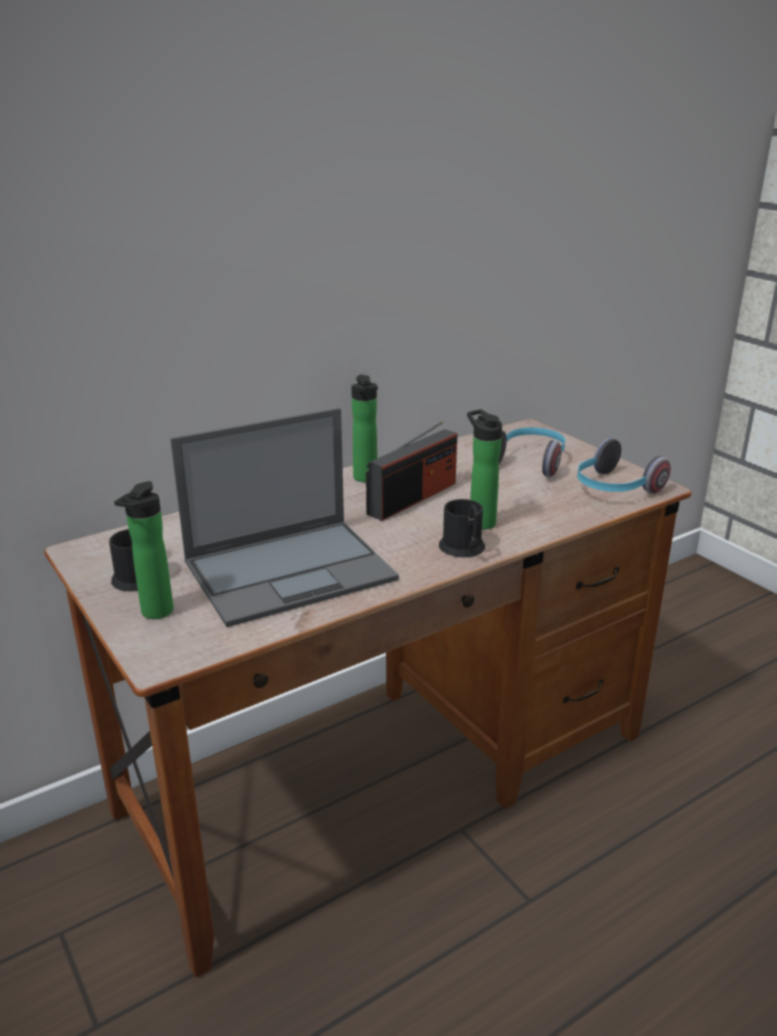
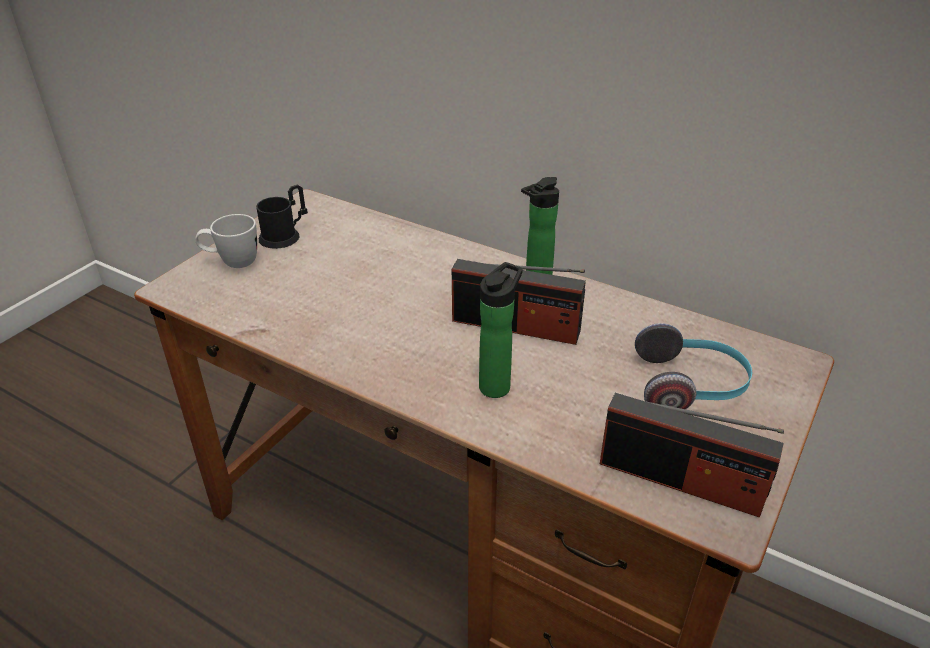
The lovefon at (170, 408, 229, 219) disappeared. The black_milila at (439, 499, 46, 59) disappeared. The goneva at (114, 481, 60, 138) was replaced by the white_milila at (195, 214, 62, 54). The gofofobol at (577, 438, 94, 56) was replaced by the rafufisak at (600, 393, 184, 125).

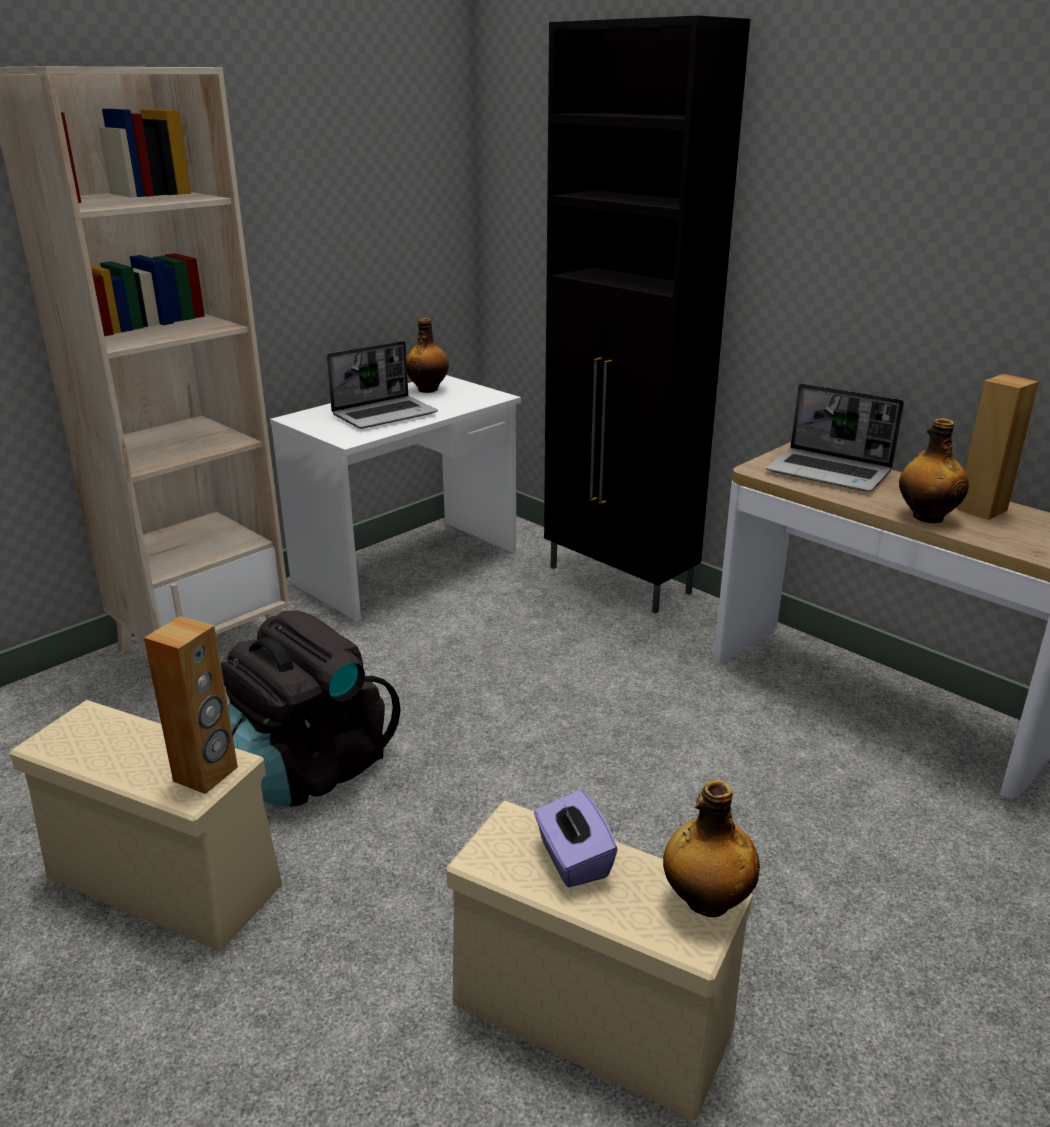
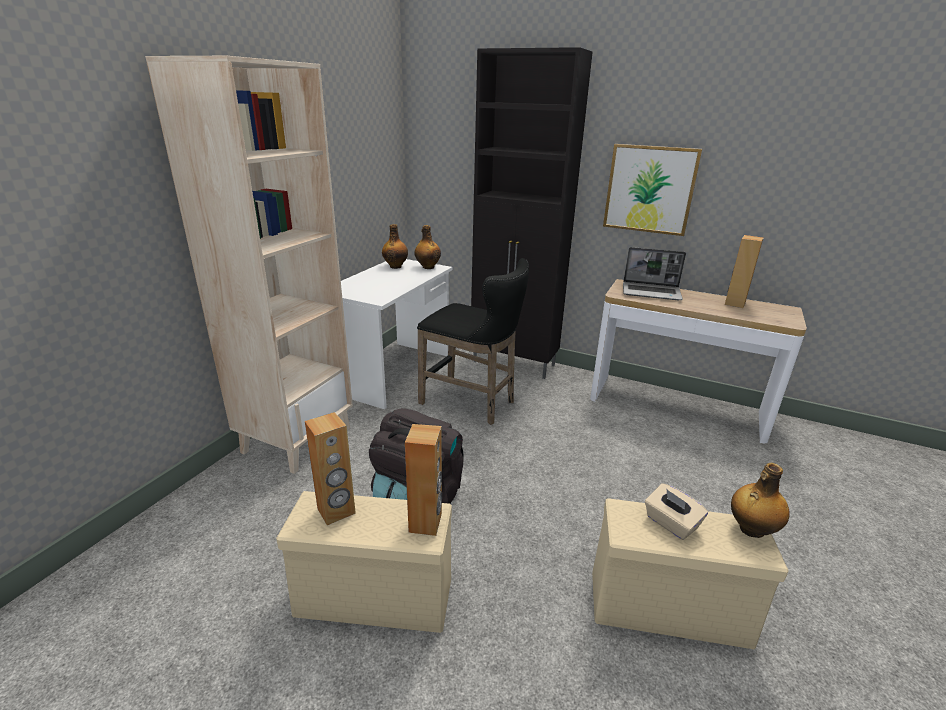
The lovefon at (327, 341, 111, 88) disappeared. The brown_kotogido at (305, 412, 51, 113) appeared. The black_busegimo at (417, 258, 112, 167) appeared. The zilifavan at (603, 144, 99, 92) appeared. The goneva moved from (899, 418, 70, 105) to (414, 225, 27, 44). The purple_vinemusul at (534, 790, 84, 97) became the beige_vinemusul at (645, 483, 63, 57).

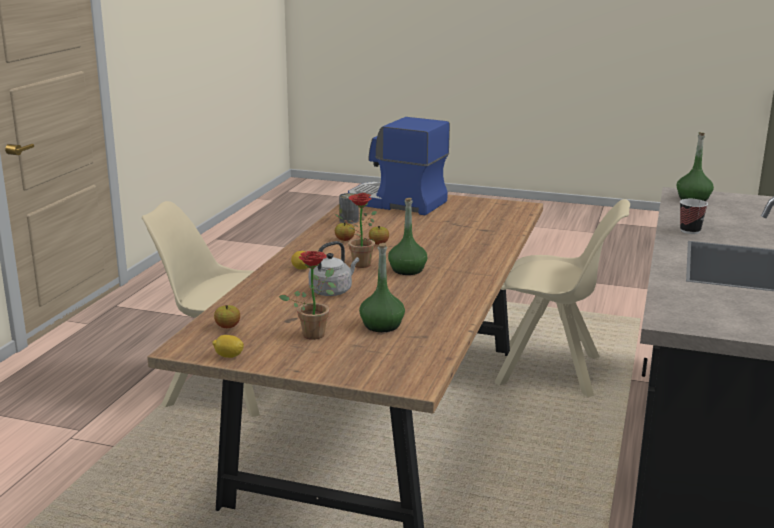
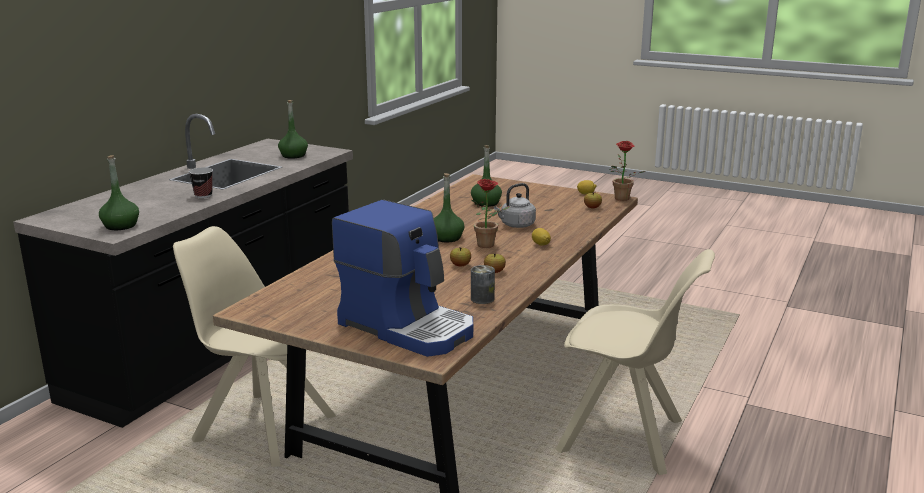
The green_goneva at (278, 100, 30, 59) appeared. The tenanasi moved from (279, 251, 58, 89) to (609, 141, 36, 60).

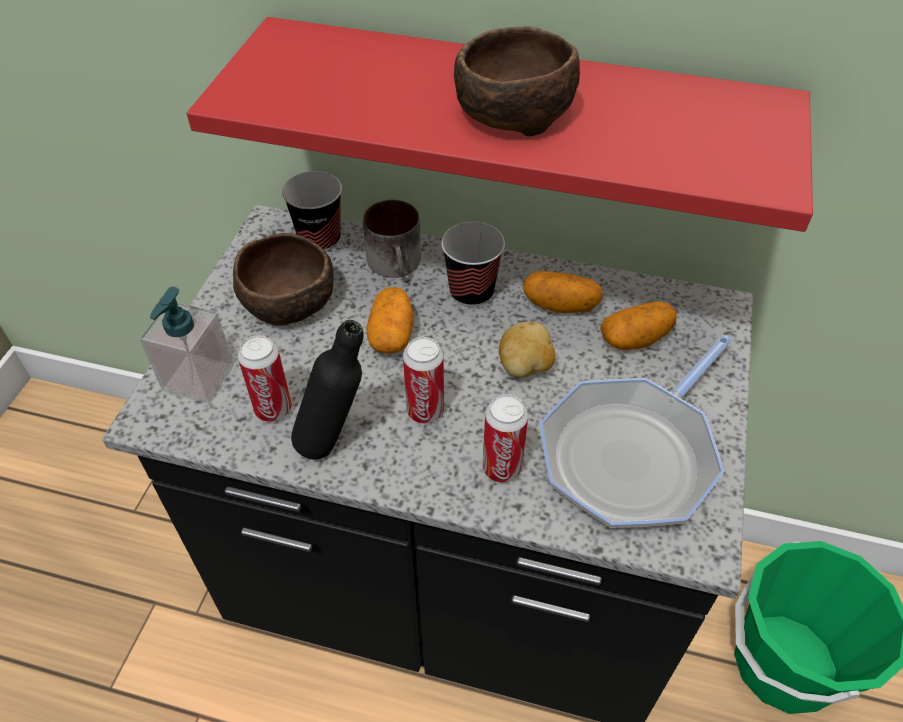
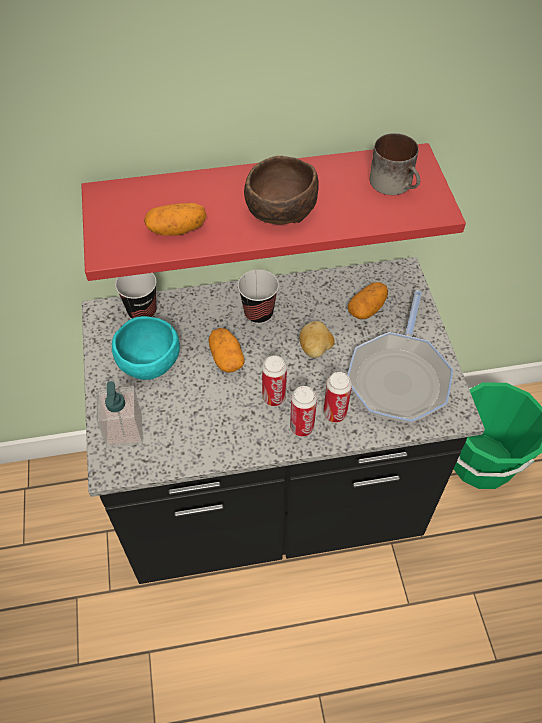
The black_goneva at (291, 320, 73, 139) disappeared. The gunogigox moved from (238, 335, 54, 87) to (290, 386, 27, 51). The milila moved from (363, 200, 58, 78) to (370, 133, 50, 62). The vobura moved from (524, 271, 79, 42) to (144, 203, 63, 33). The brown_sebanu at (233, 233, 101, 93) became the turquoise_sebanu at (112, 316, 68, 64).

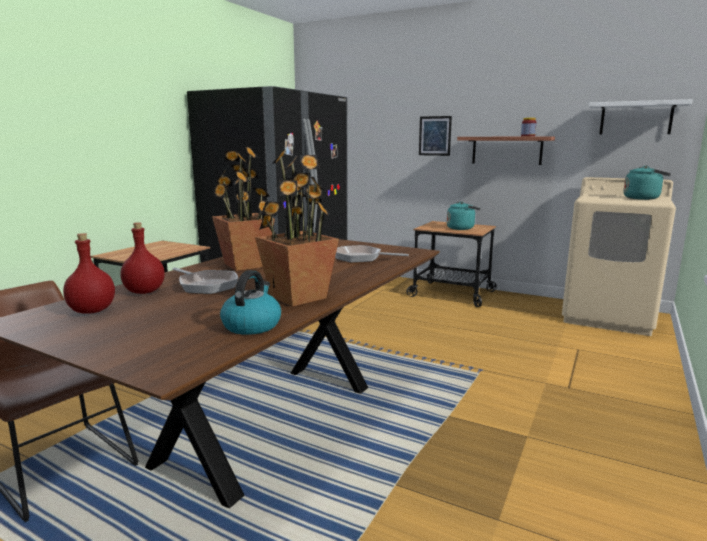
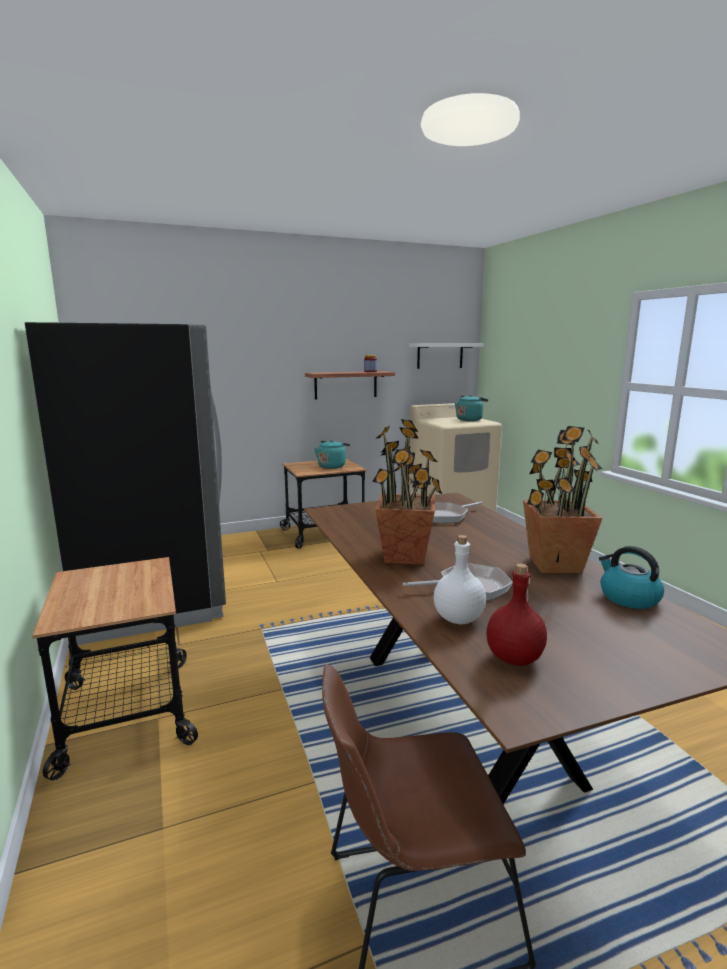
The zilifavan at (419, 116, 33, 40) disappeared. The red_goneva at (120, 222, 45, 72) became the white_goneva at (434, 535, 52, 90).

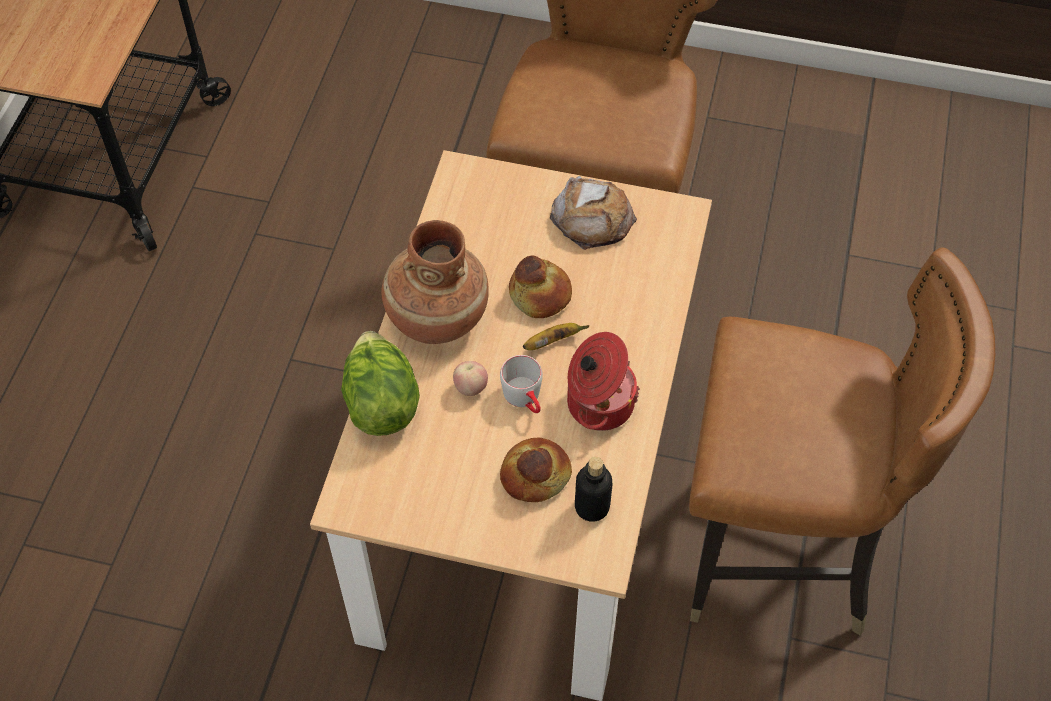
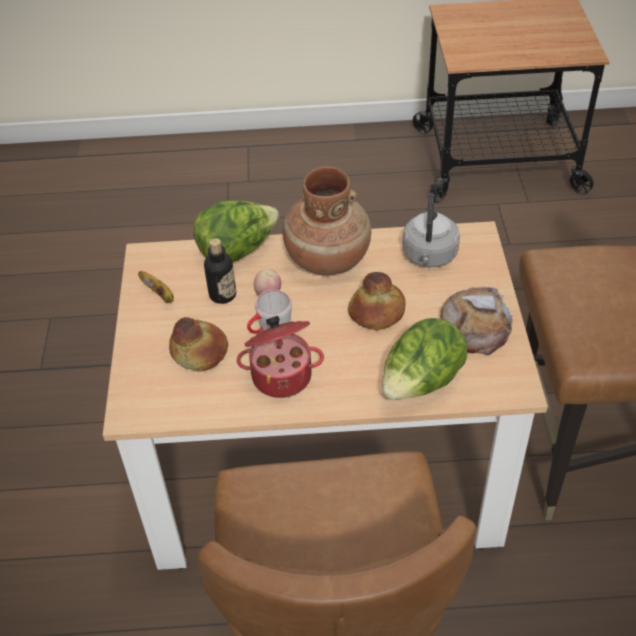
The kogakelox at (382, 318, 85, 82) appeared. The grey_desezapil at (402, 193, 58, 74) appeared. The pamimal moved from (523, 323, 66, 27) to (138, 271, 36, 32). The goneva moved from (575, 457, 37, 65) to (204, 238, 32, 66).

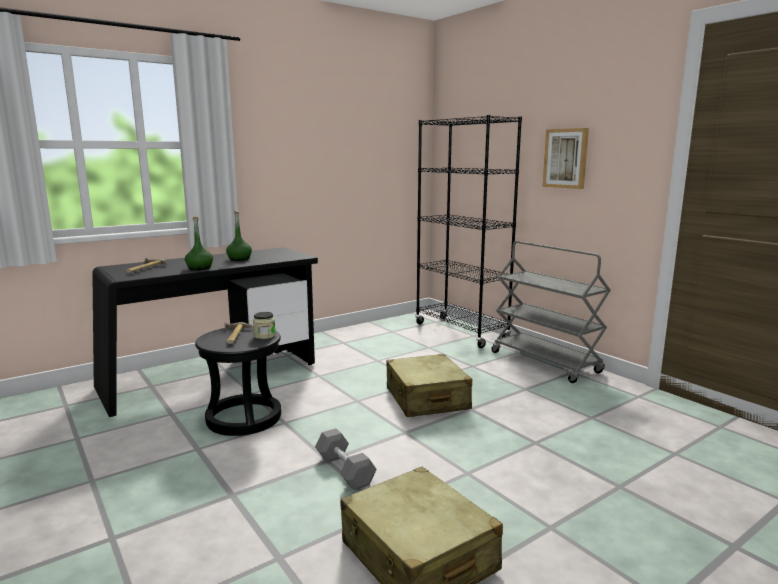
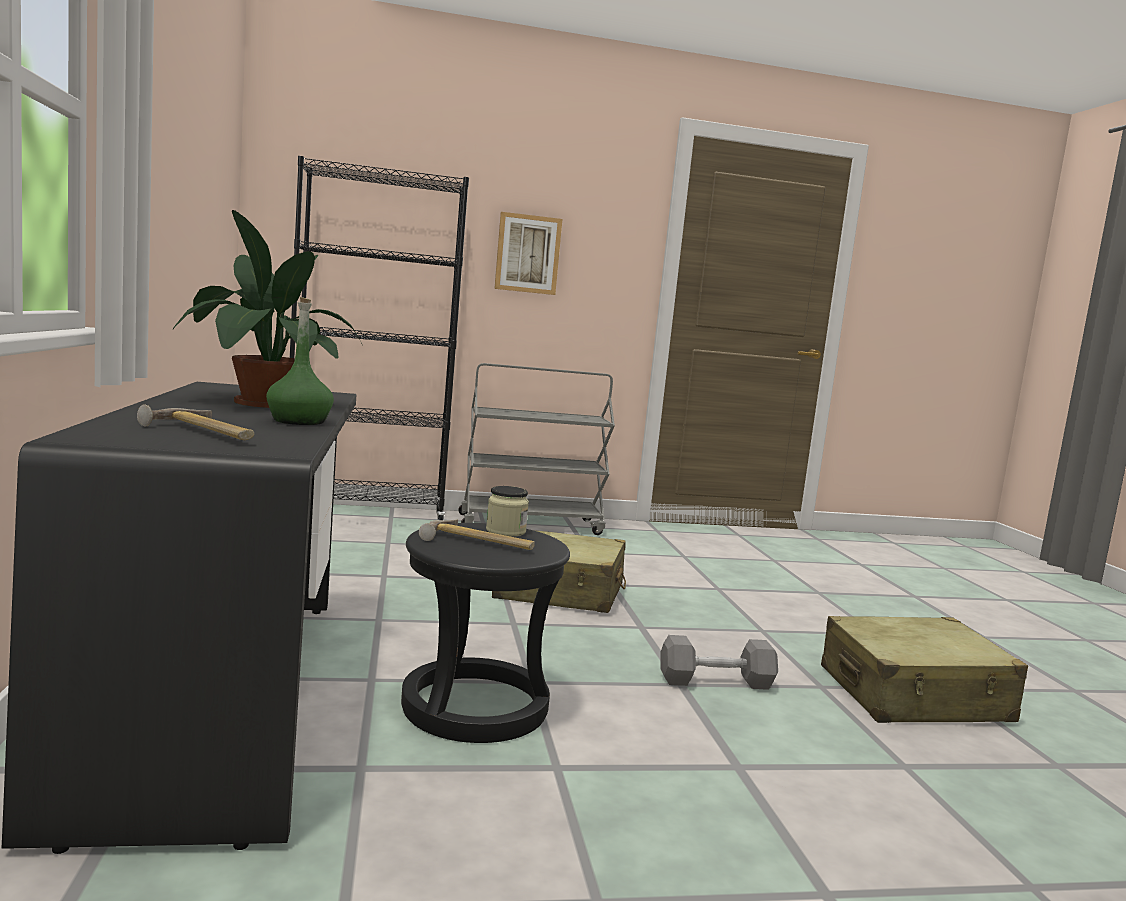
The green_goneva at (226, 211, 26, 50) was replaced by the tenanasi at (173, 210, 190, 198).

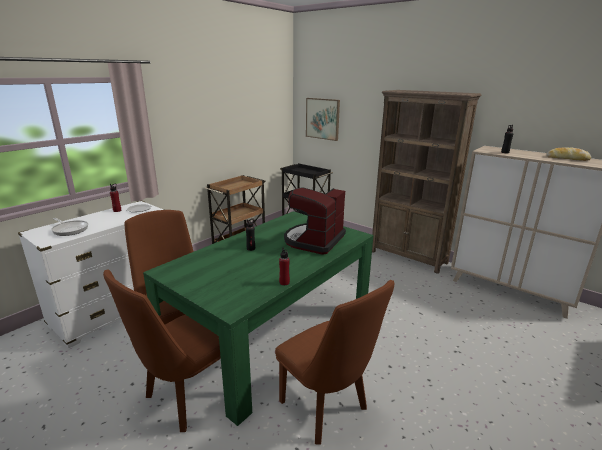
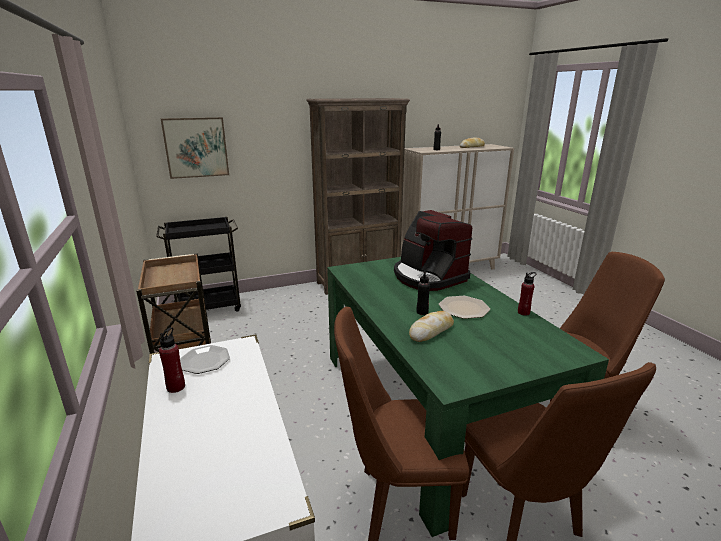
The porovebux at (51, 218, 37, 18) disappeared. The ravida at (409, 311, 45, 31) appeared. The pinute at (439, 296, 51, 23) appeared.

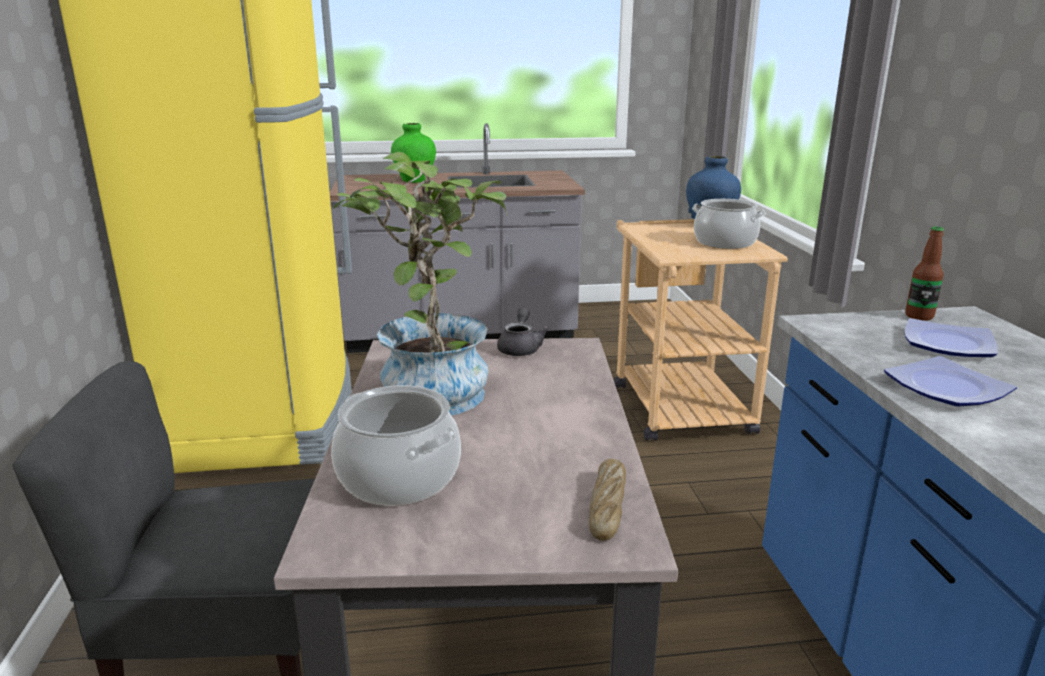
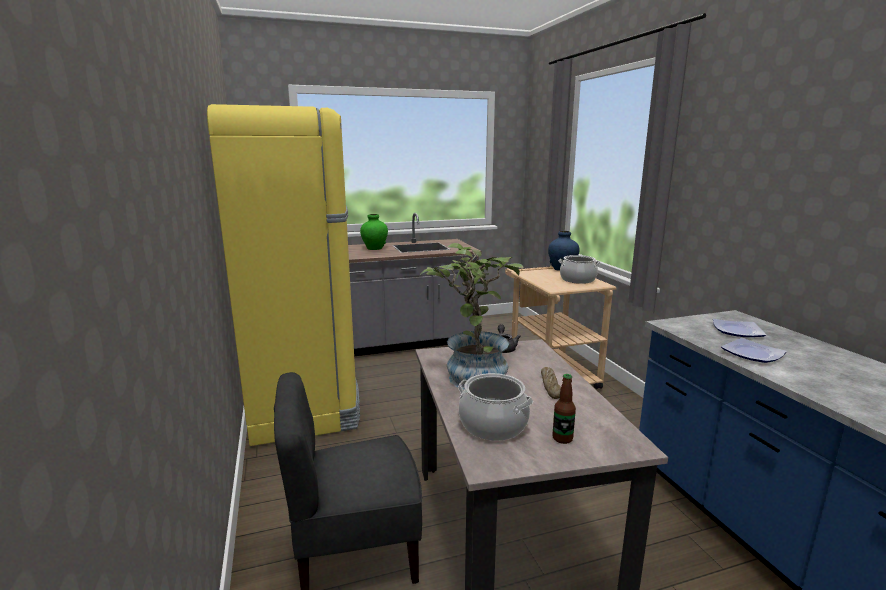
The ravida moved from (589, 459, 37, 82) to (541, 367, 20, 32). The goneva moved from (905, 227, 39, 94) to (552, 374, 24, 70).

